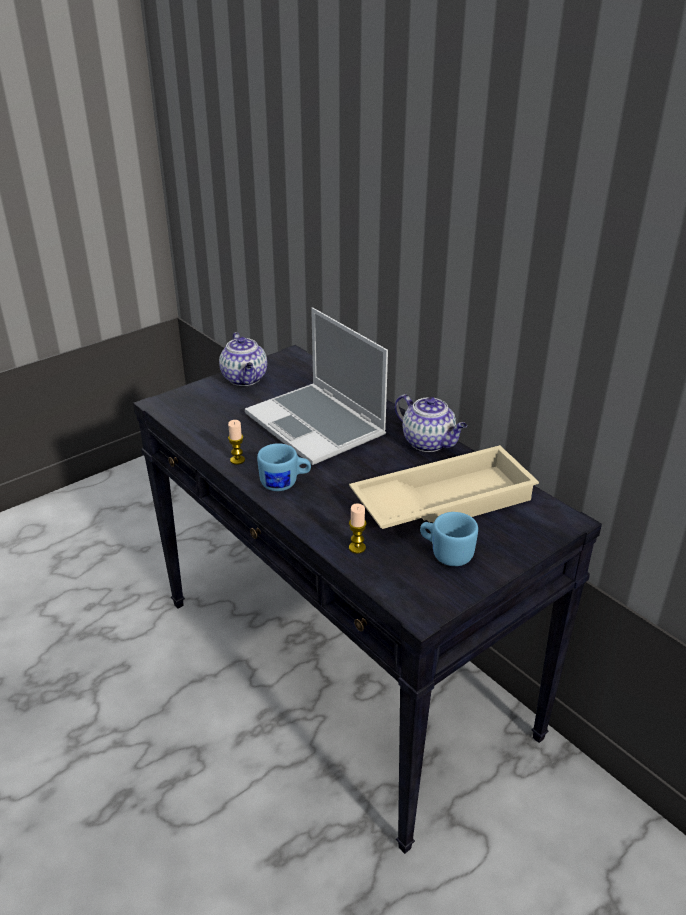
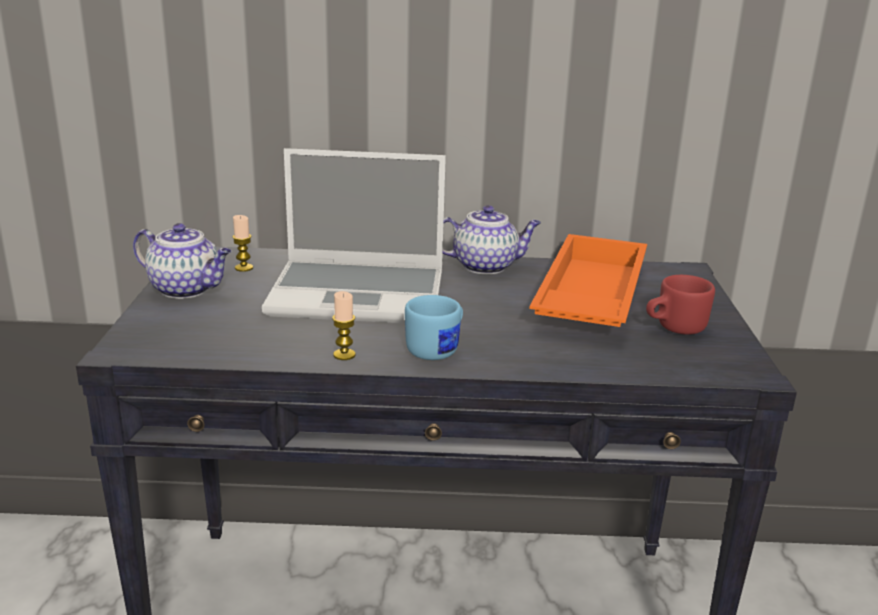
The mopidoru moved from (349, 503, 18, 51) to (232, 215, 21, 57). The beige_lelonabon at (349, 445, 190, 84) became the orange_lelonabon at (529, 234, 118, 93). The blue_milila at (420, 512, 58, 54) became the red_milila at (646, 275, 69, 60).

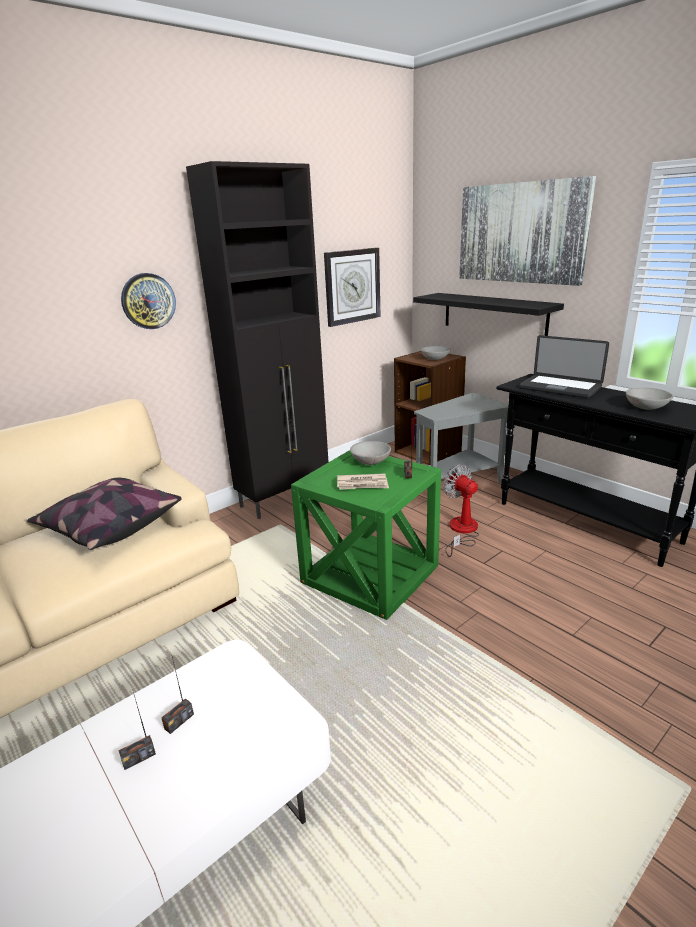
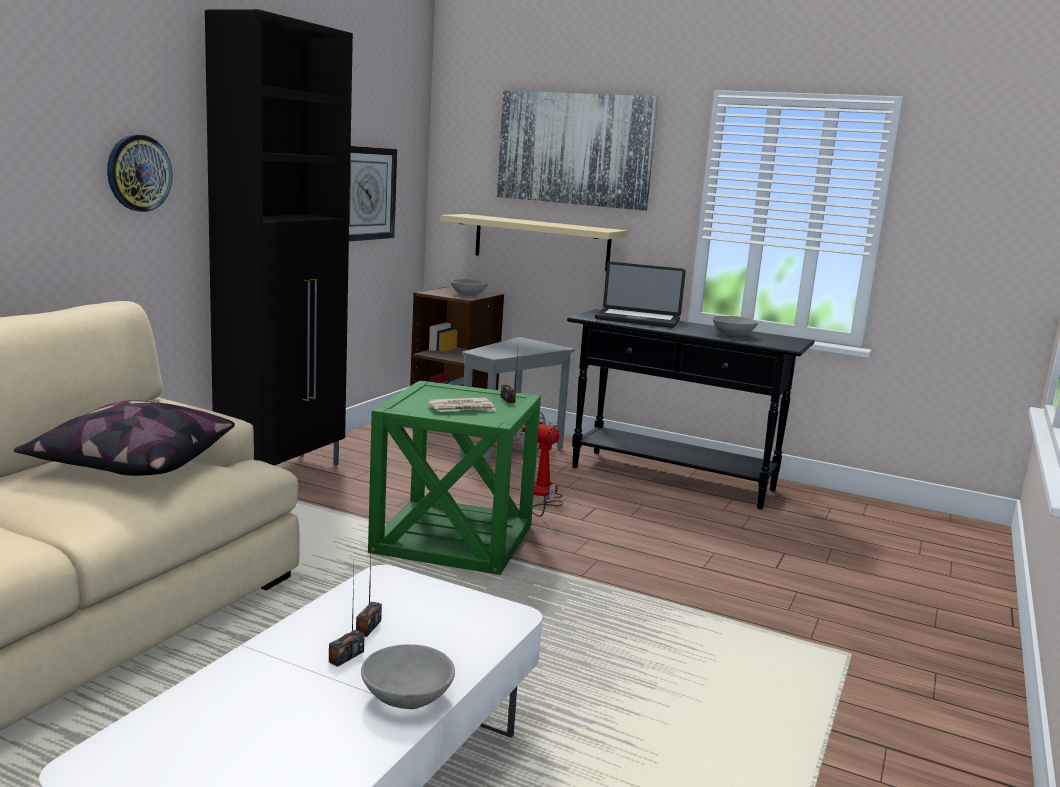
The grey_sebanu moved from (350, 441, 41, 24) to (361, 644, 94, 65). The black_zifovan at (413, 293, 151, 43) became the beige_zifovan at (441, 214, 186, 57).

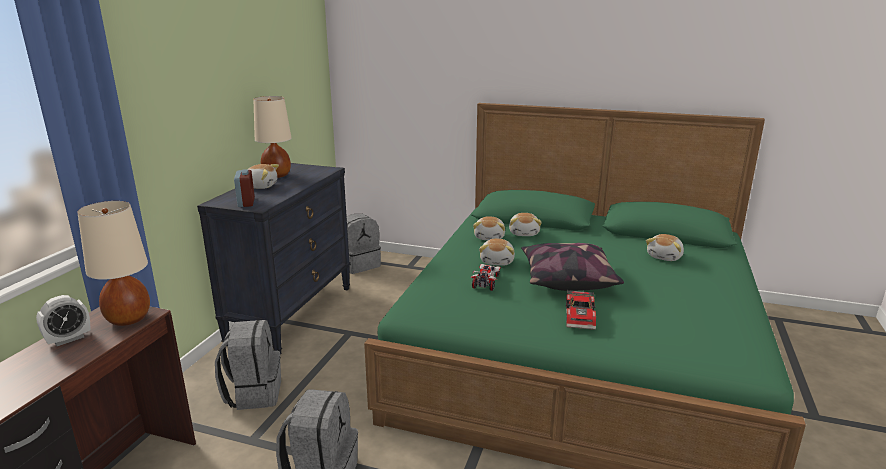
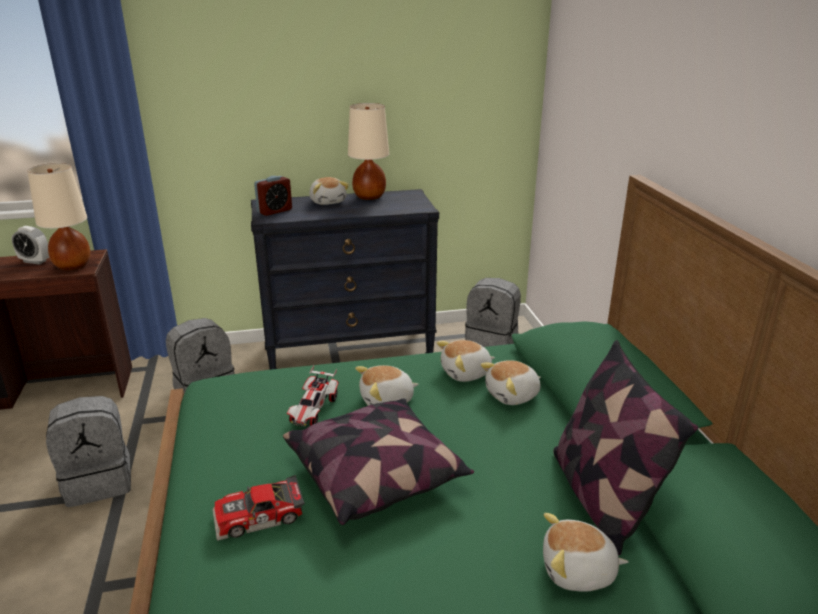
The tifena at (553, 340, 145, 215) appeared. The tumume at (471, 264, 30, 27) turned 120 degrees clockwise.

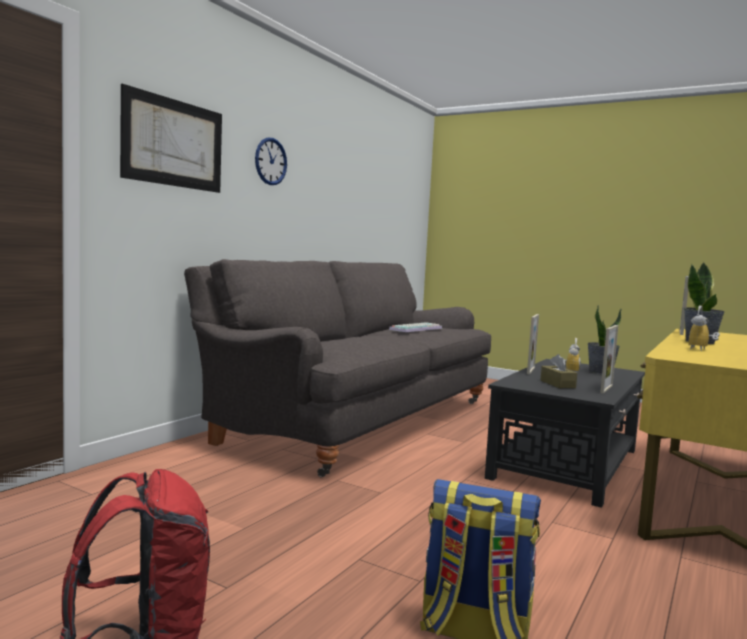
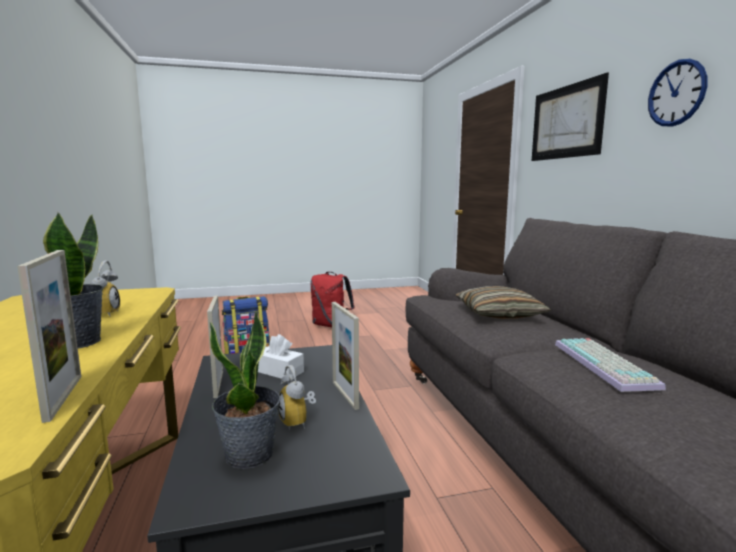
The tifena at (456, 286, 95, 33) appeared. The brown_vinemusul at (541, 354, 36, 34) became the white_vinemusul at (258, 334, 46, 45).

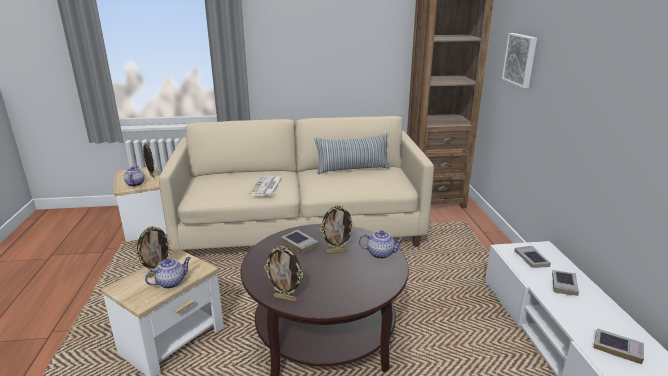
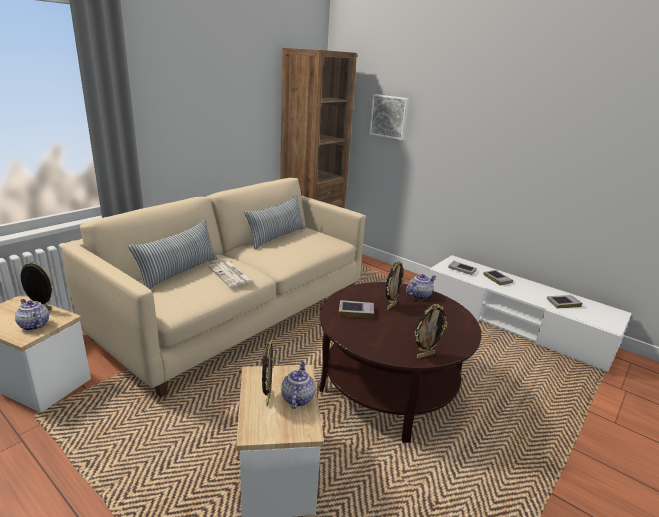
The tifena at (129, 219, 88, 70) appeared.

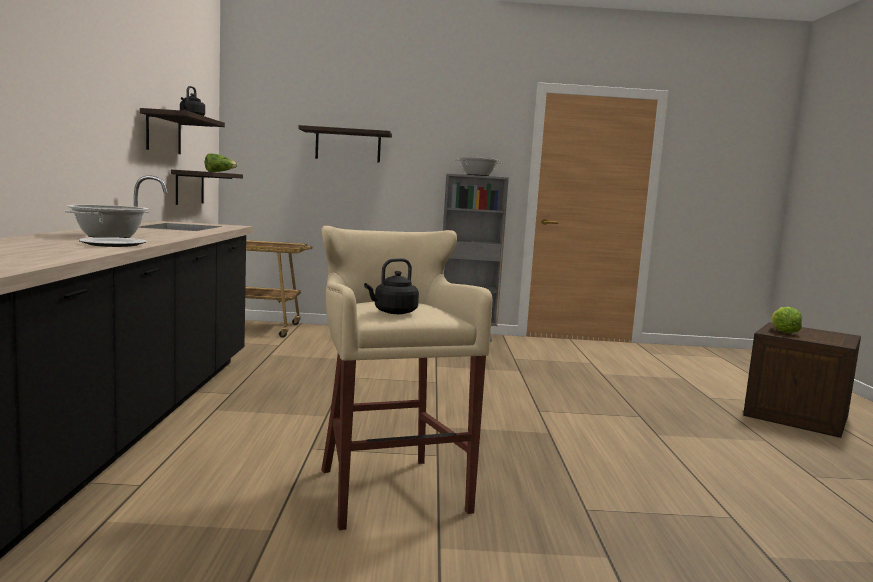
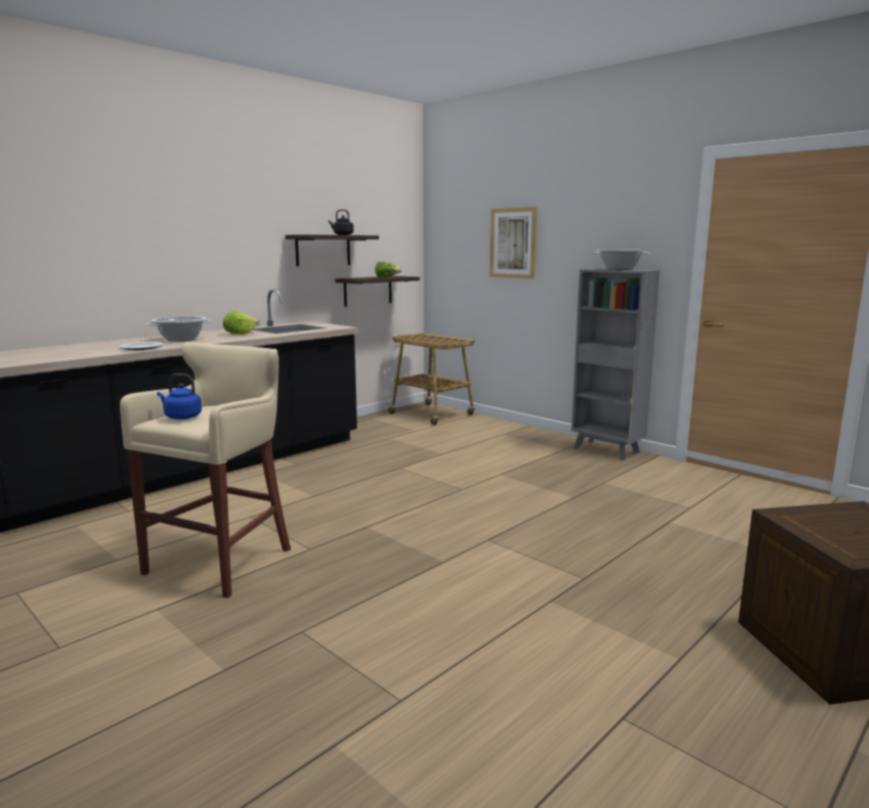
The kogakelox moved from (772, 307, 30, 26) to (223, 312, 35, 23). The zifovan at (298, 125, 94, 38) was replaced by the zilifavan at (490, 207, 47, 72). The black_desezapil at (364, 258, 55, 56) became the blue_desezapil at (157, 374, 45, 45).

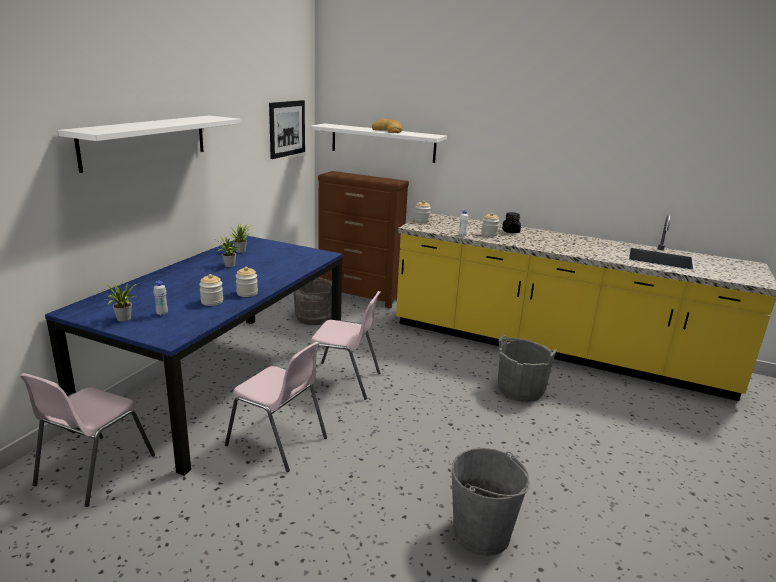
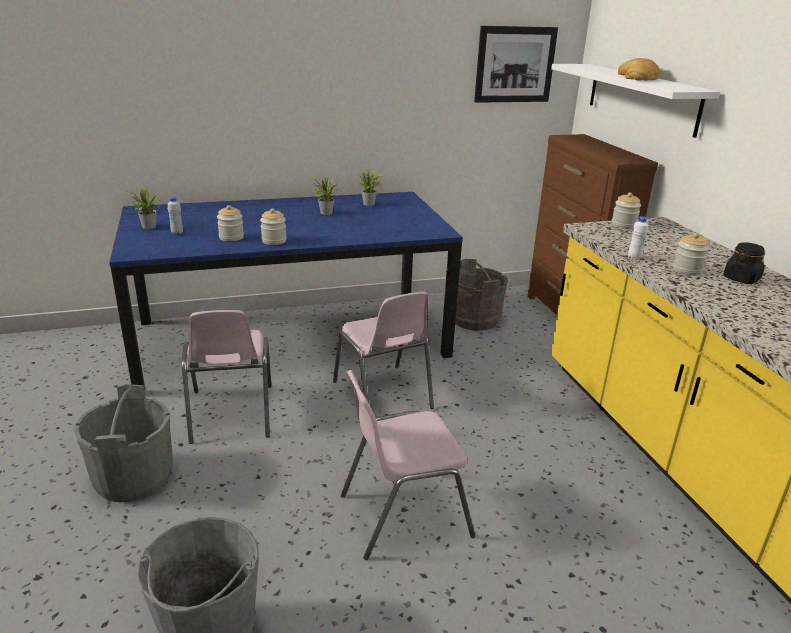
The white_zifovan at (58, 116, 183, 57) disappeared. The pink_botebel moved from (20, 373, 135, 134) to (341, 370, 134, 190). The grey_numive moved from (498, 335, 59, 67) to (74, 384, 99, 118).

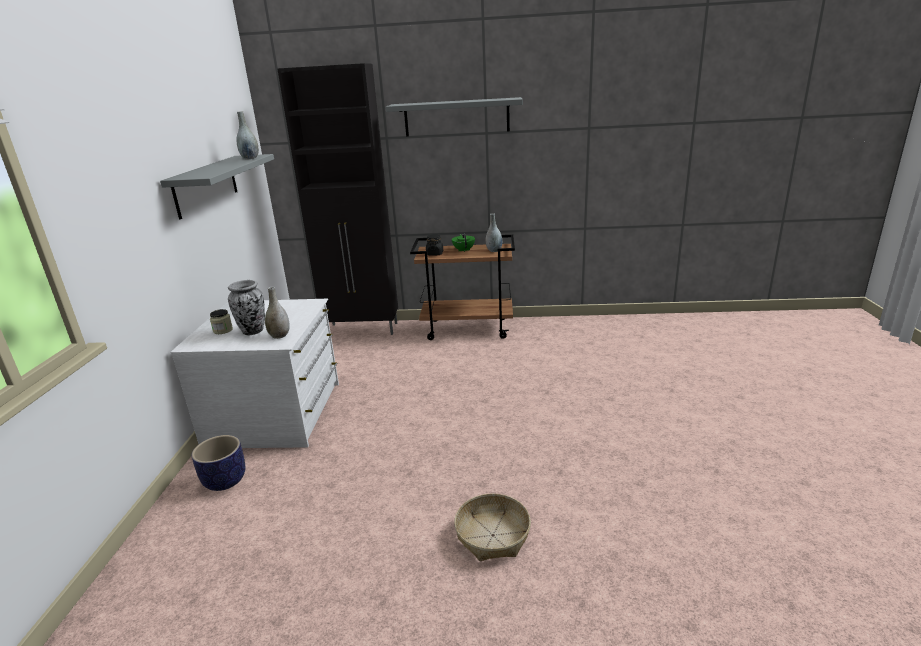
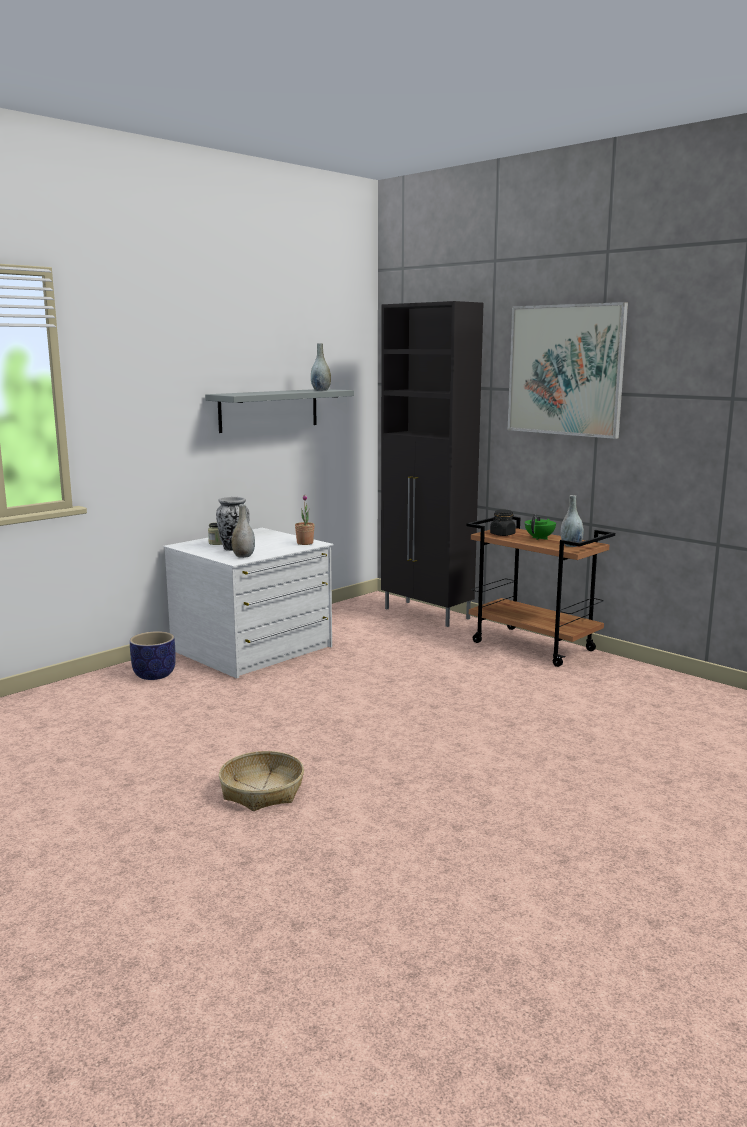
The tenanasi at (295, 495, 20, 50) appeared. The grey_zifovan at (386, 97, 137, 40) was replaced by the zilifavan at (508, 302, 120, 137).

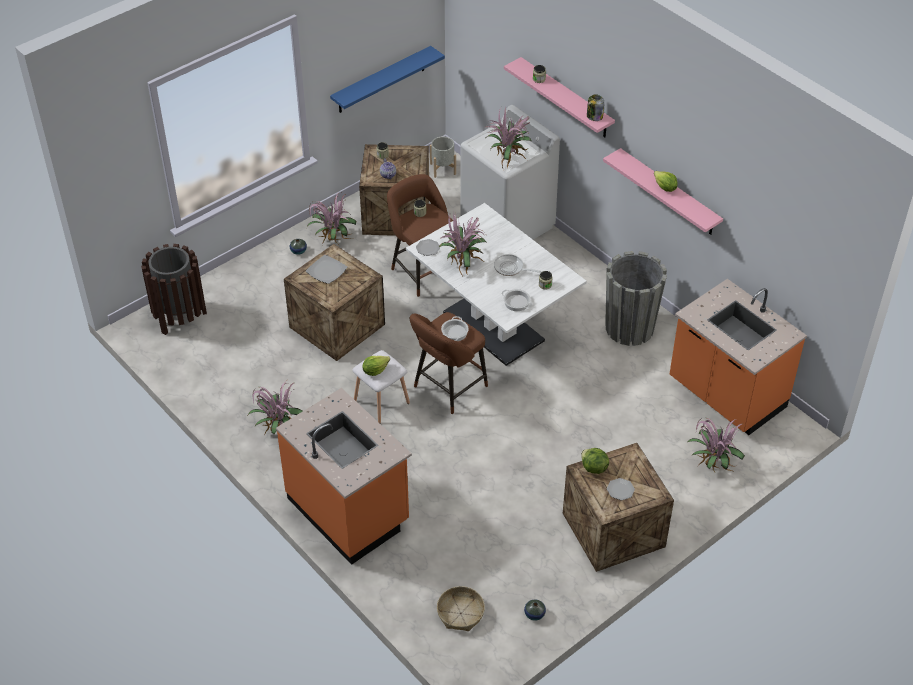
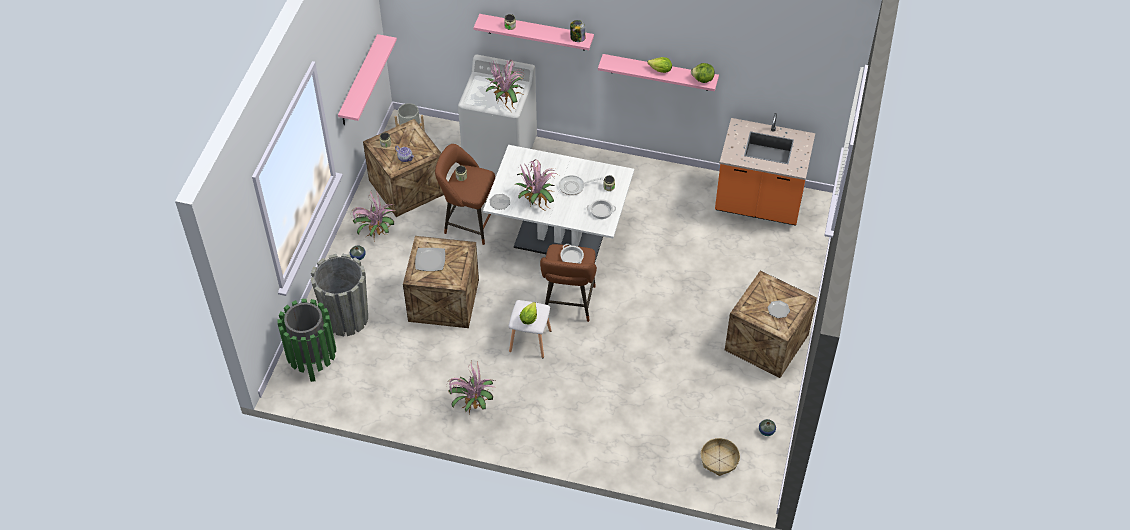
The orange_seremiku at (276, 388, 136, 177) disappeared. The tenanasi at (688, 418, 57, 54) disappeared. The kogakelox moved from (581, 448, 28, 26) to (691, 63, 24, 20). The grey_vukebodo moved from (605, 251, 62, 95) to (310, 254, 58, 82). The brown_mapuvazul at (141, 244, 66, 91) became the green_mapuvazul at (278, 299, 58, 83). The blue_zifovan at (330, 46, 115, 67) became the pink_zifovan at (338, 34, 59, 91).

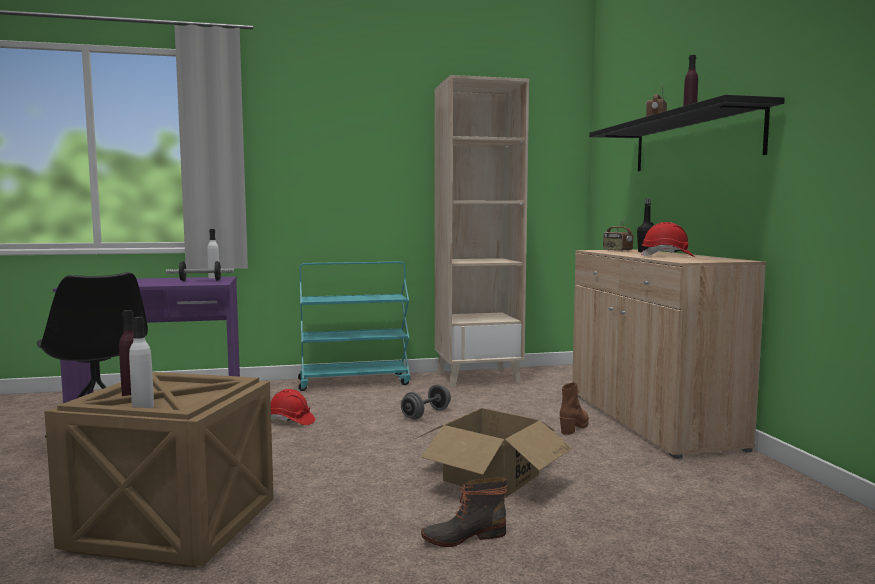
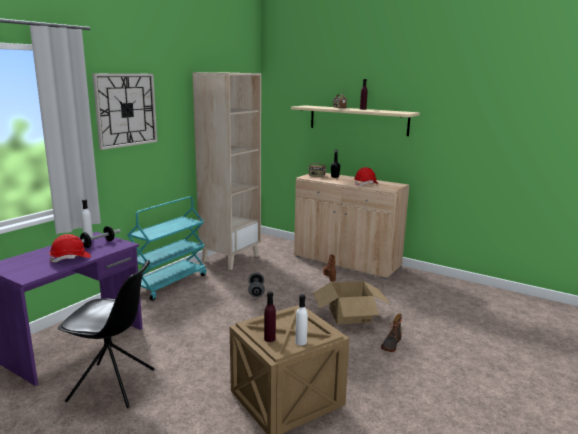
The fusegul at (92, 73, 65, 77) appeared. The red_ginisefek moved from (271, 389, 44, 36) to (49, 234, 42, 29). The black_zifovan at (589, 95, 196, 76) became the beige_zifovan at (291, 105, 129, 31).

